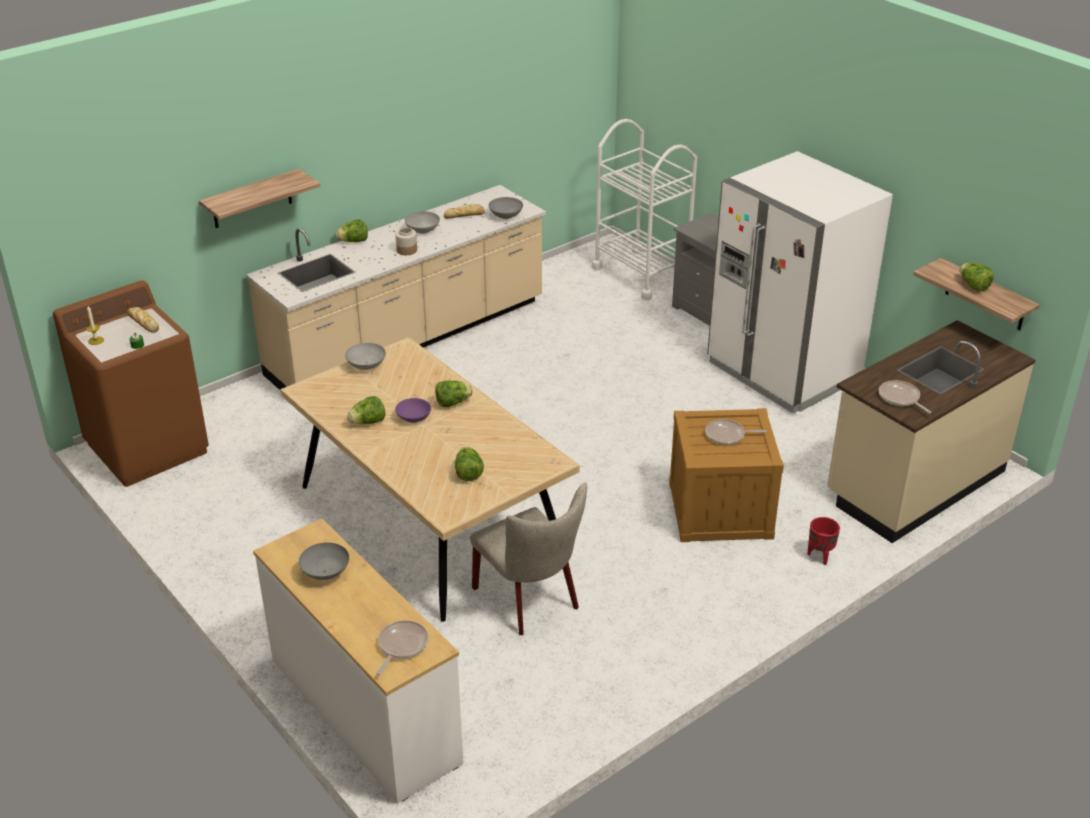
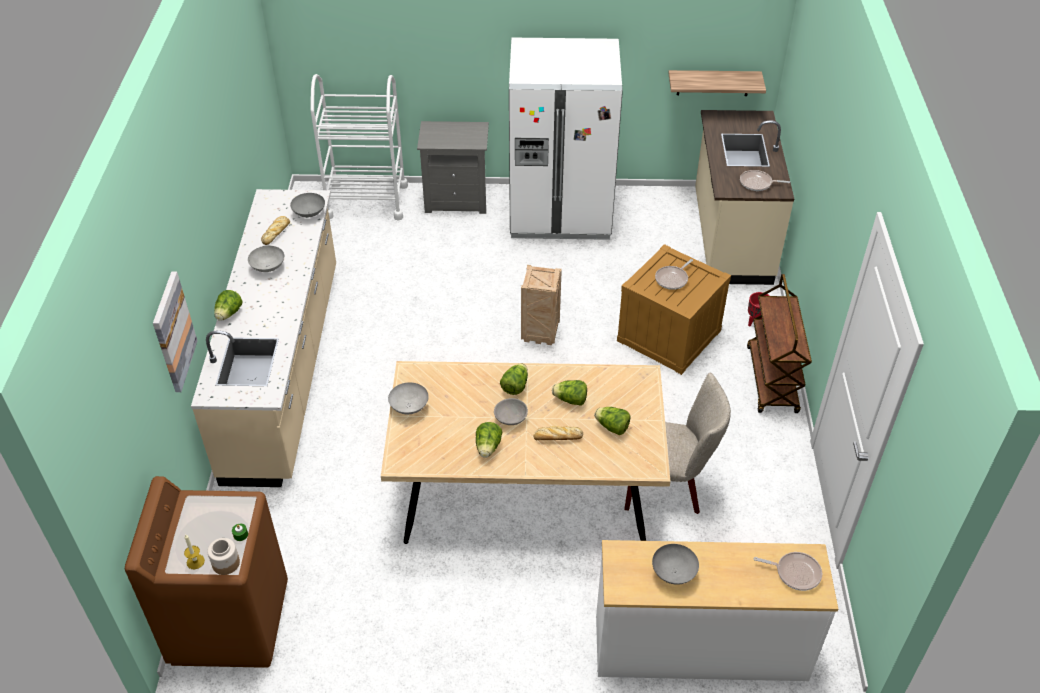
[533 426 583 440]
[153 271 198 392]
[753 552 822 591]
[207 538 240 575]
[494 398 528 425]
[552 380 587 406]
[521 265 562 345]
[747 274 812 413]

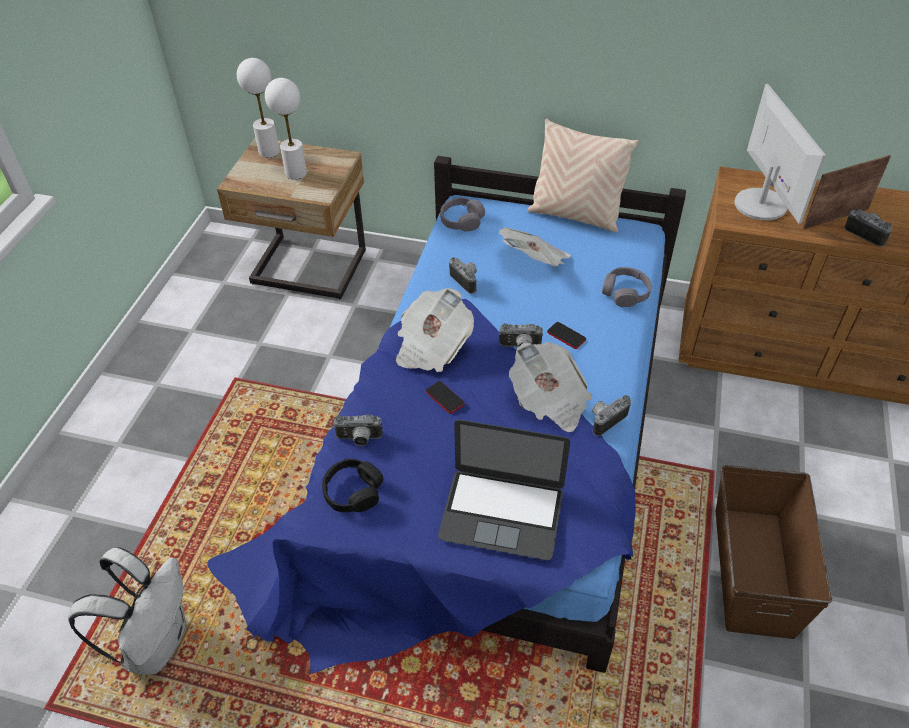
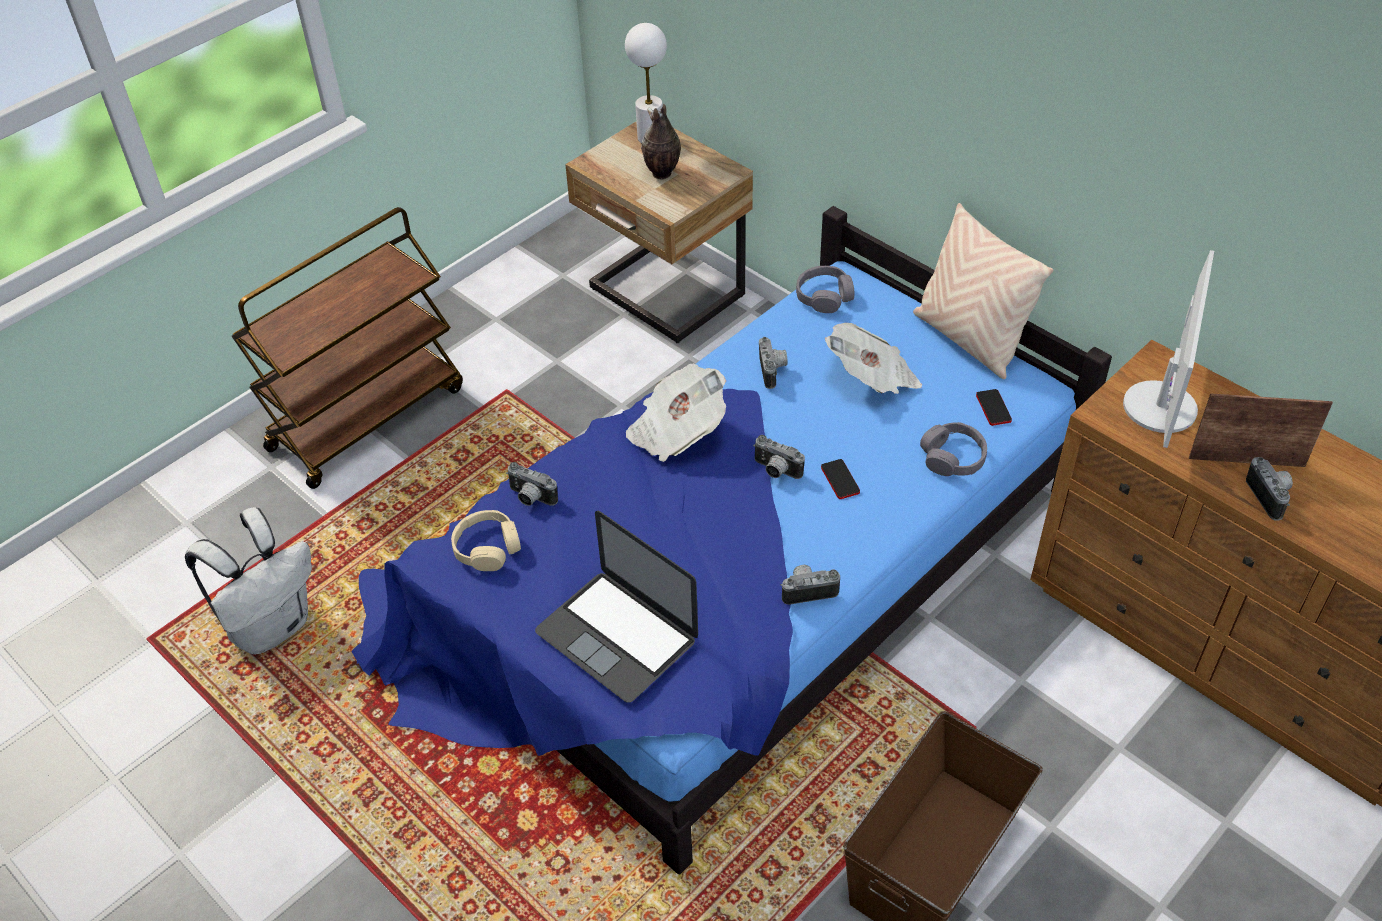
[641 104 681 180]
[451 510 521 571]
[976 389 1012 426]
[509 342 592 432] (first image)
[232 207 463 489]

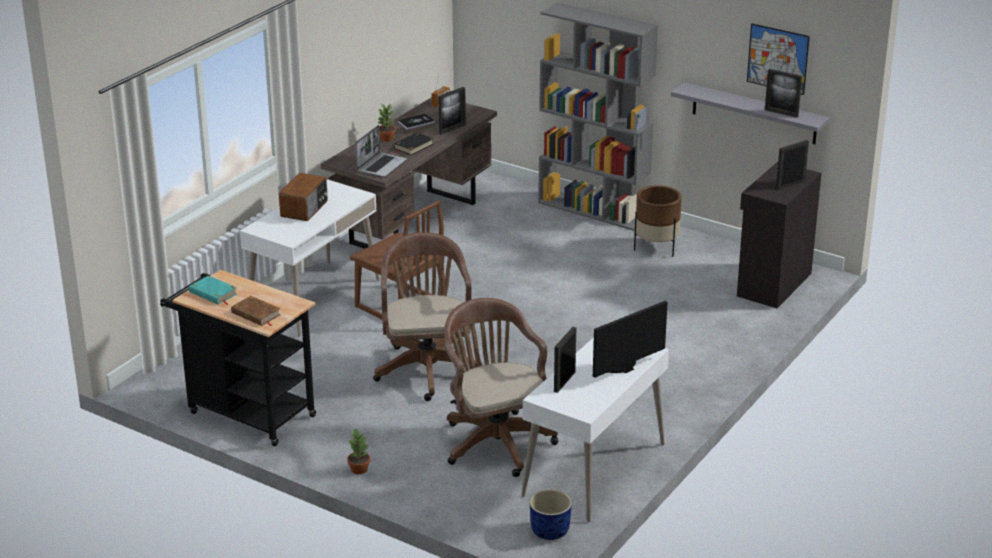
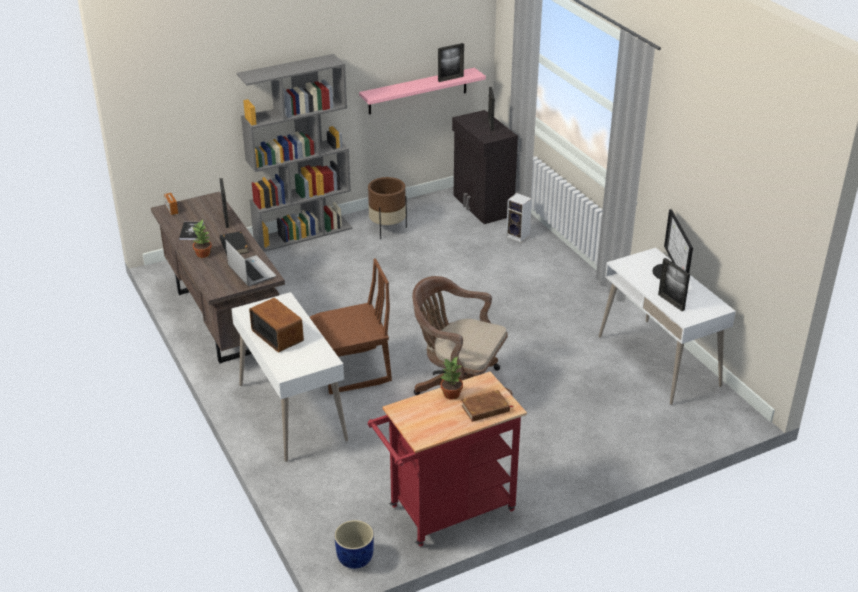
[368 372 527 547]
[189 275 237 305] (first image)
[441 357 463 400]
[444 298 558 477] (first image)
[334 520 374 569]
[359 68 486 115]
[747 24 810 95] (first image)
[506 193 532 242]

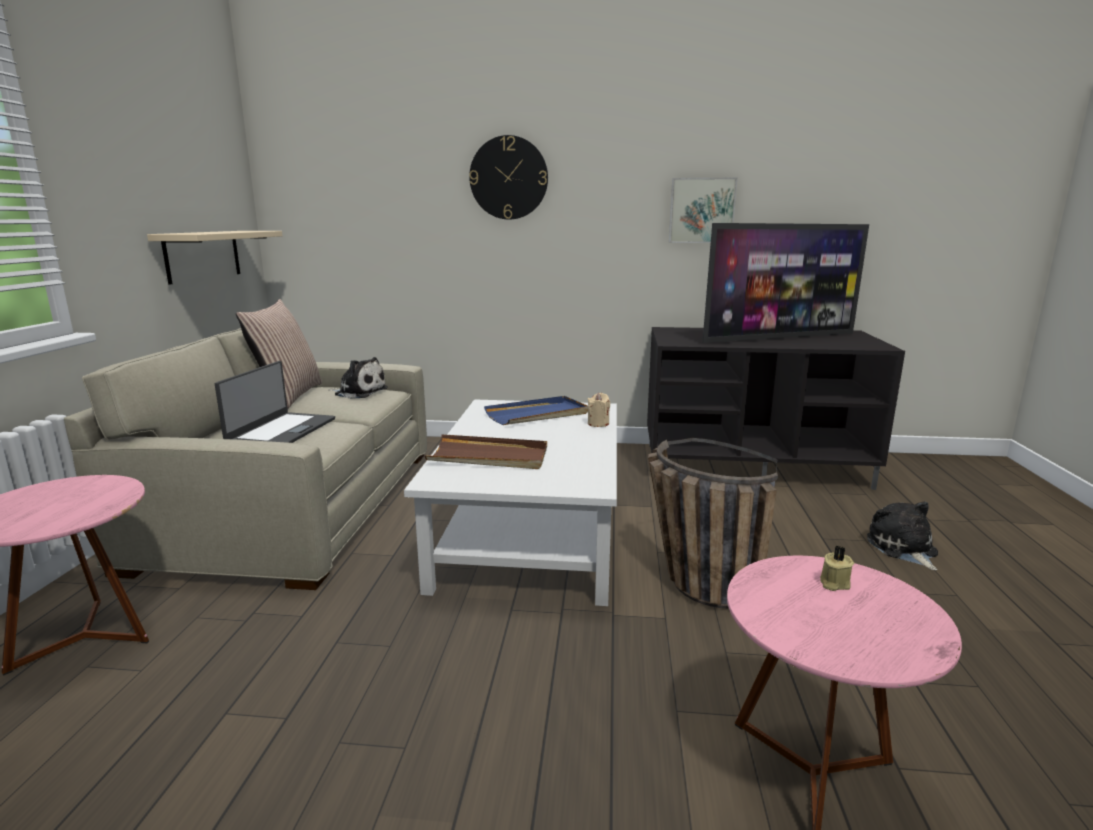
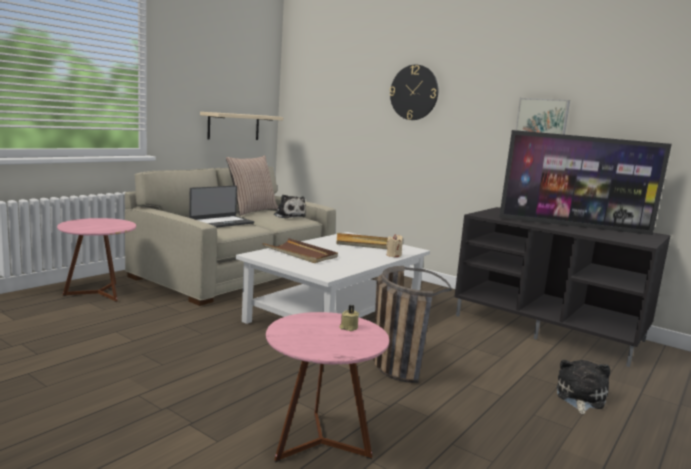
[336 233 388 249]

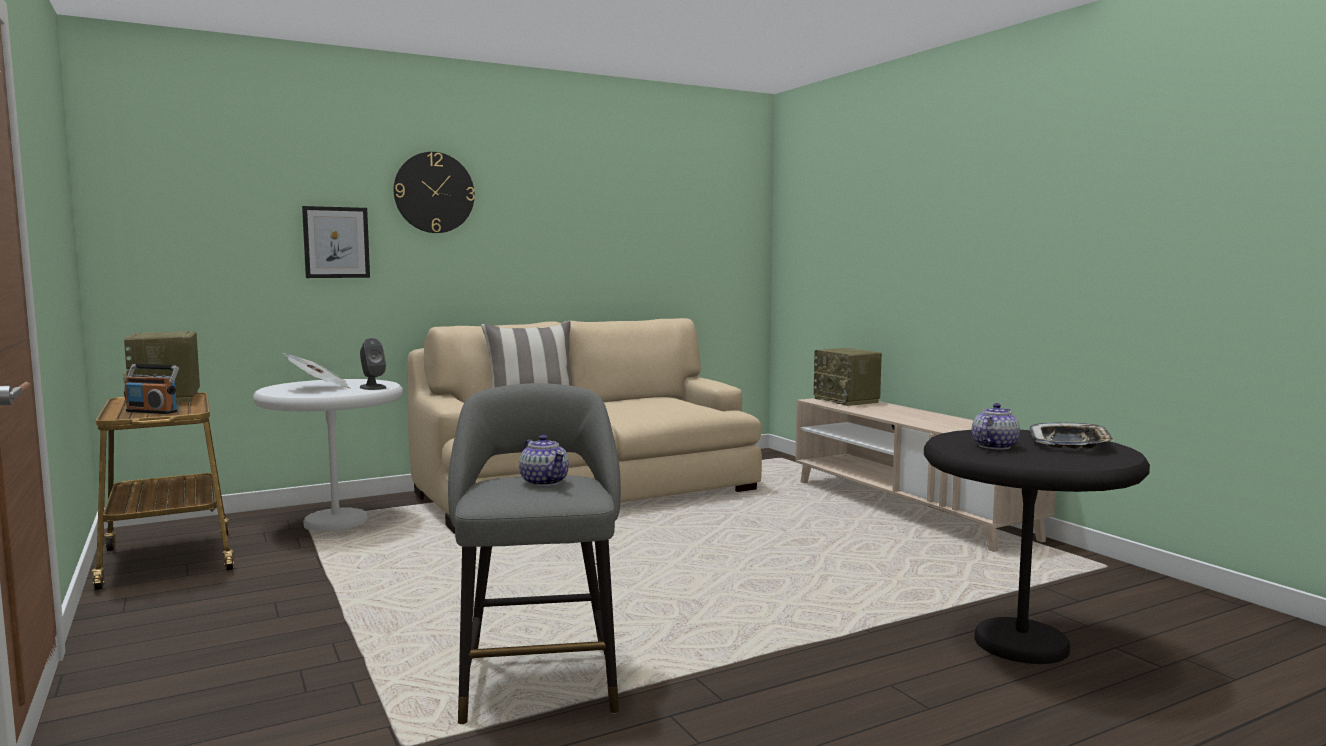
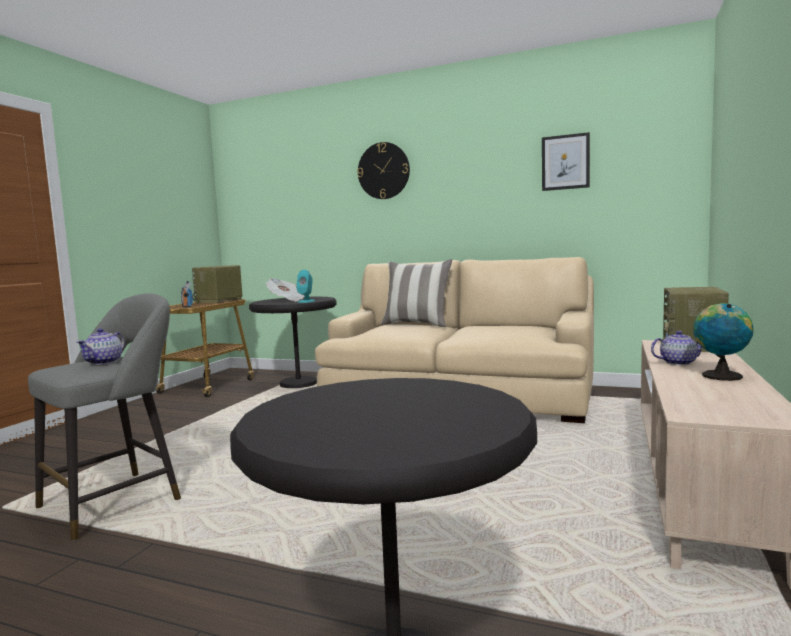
[249 297 337 388]
[542 132 590 191]
[296 270 315 303]
[651 330 702 365]
[1029 422 1114 449] (first image)
[693 303 754 381]

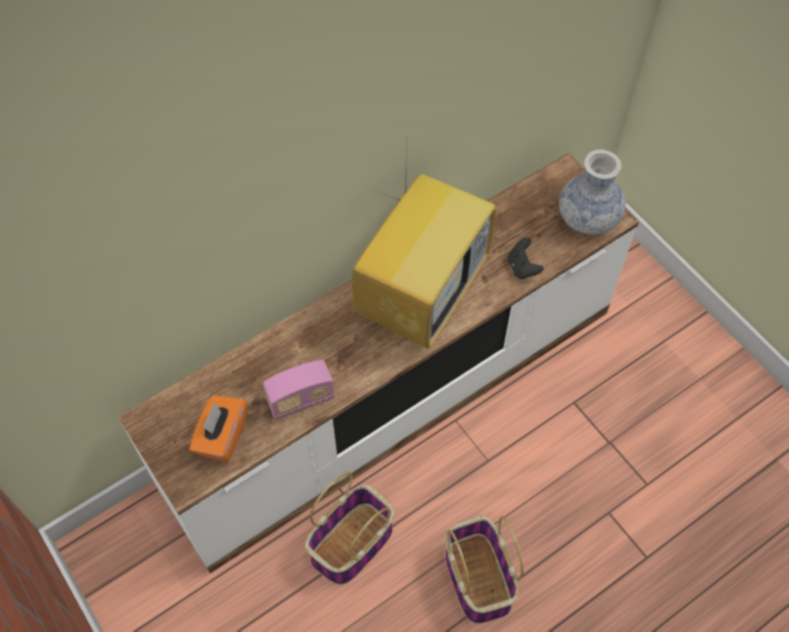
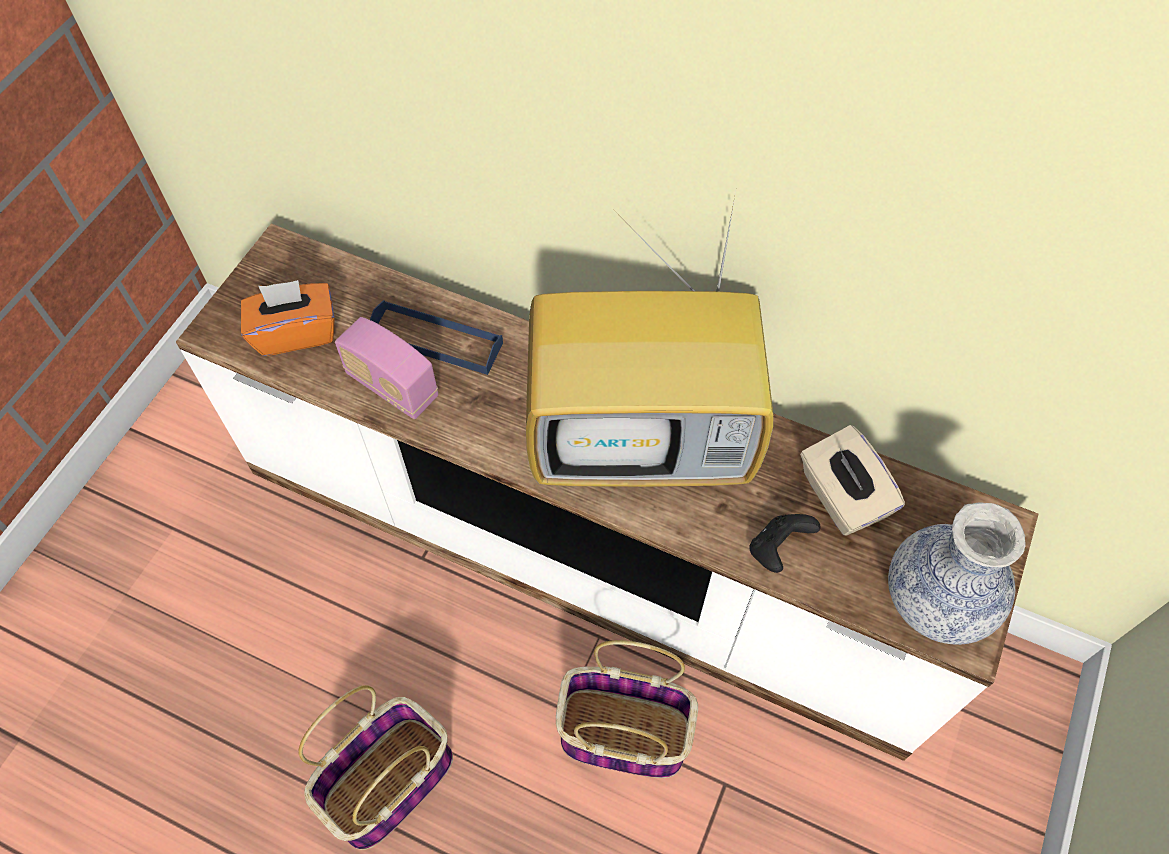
[556 640 698 778]
[370 300 503 375]
[800 425 905 535]

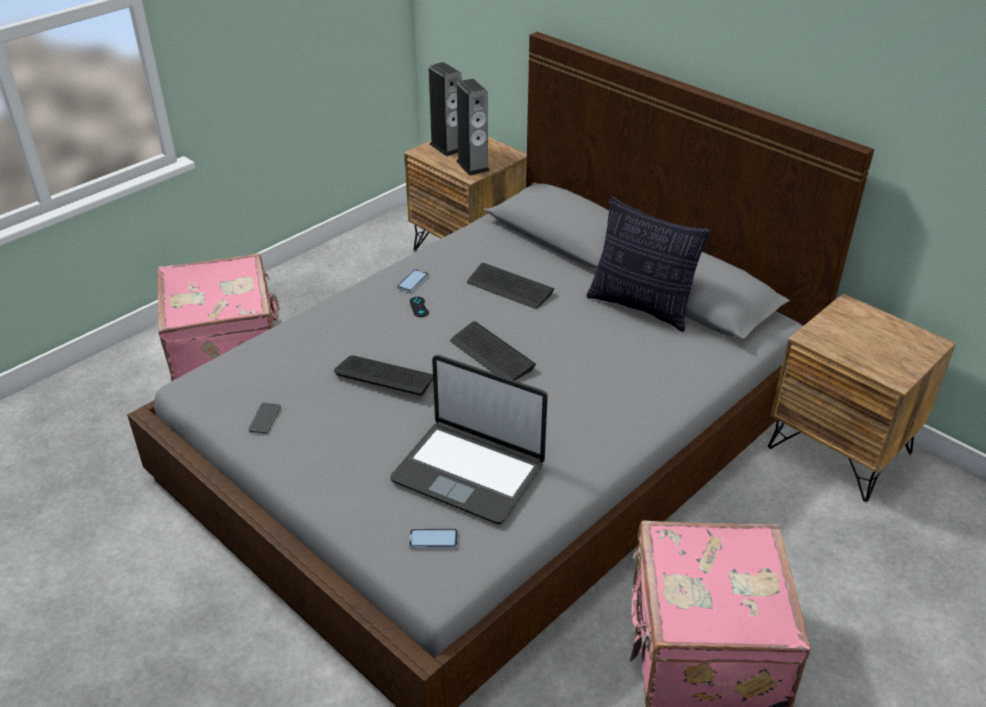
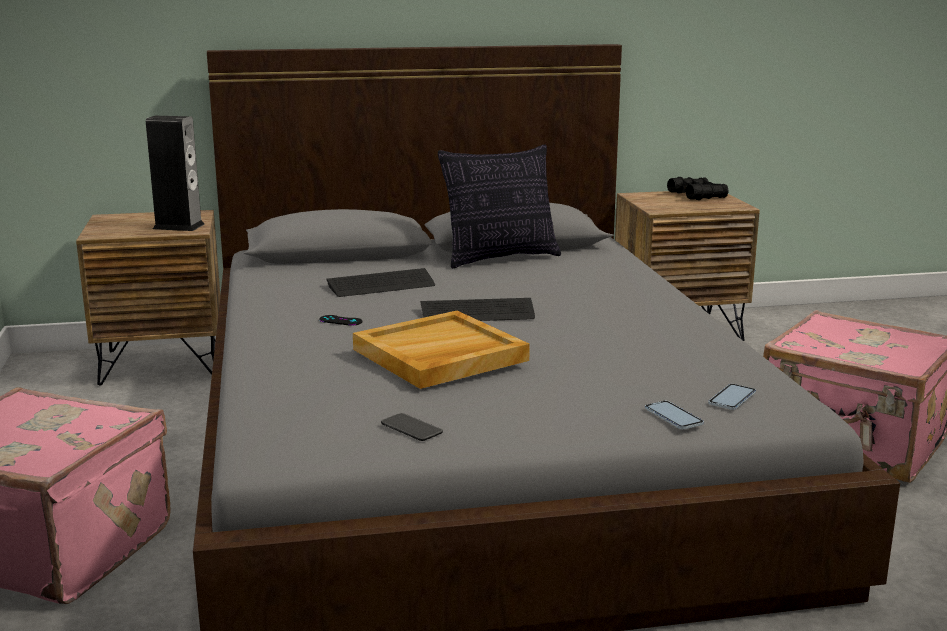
[353 311 530 389]
[390 355 548 524] (first image)
[645 401 704 429]
[429 62 461 156] (first image)
[667 177 729 200]

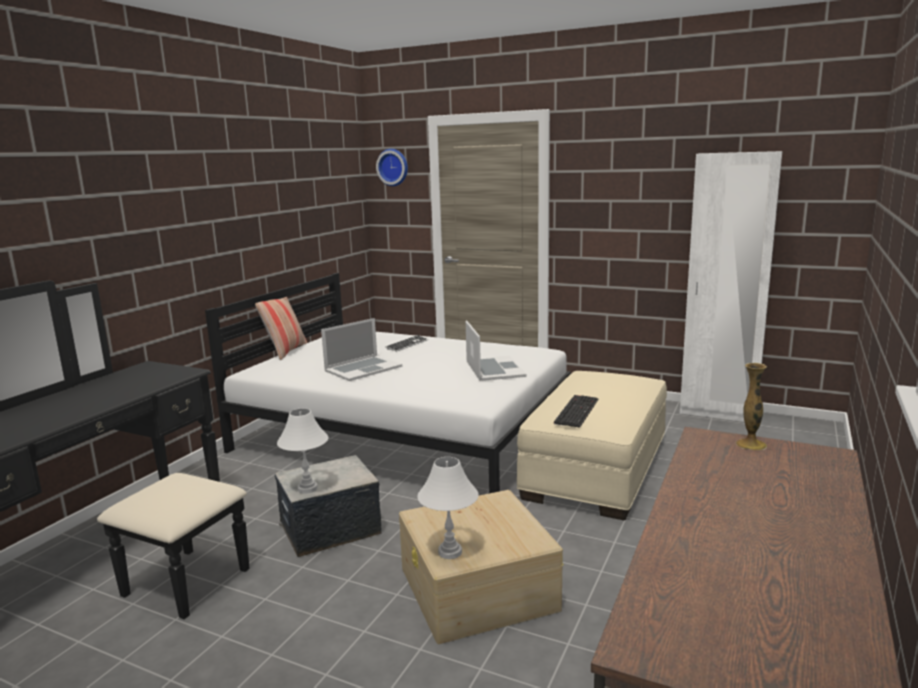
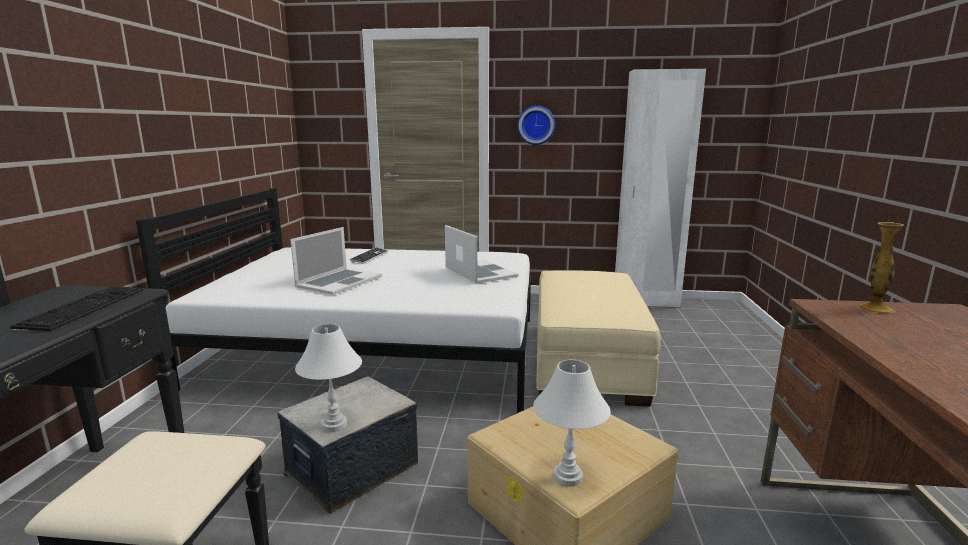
[255 297 307 360] (first image)
[517 106 555 145]
[10 287 143 331]

